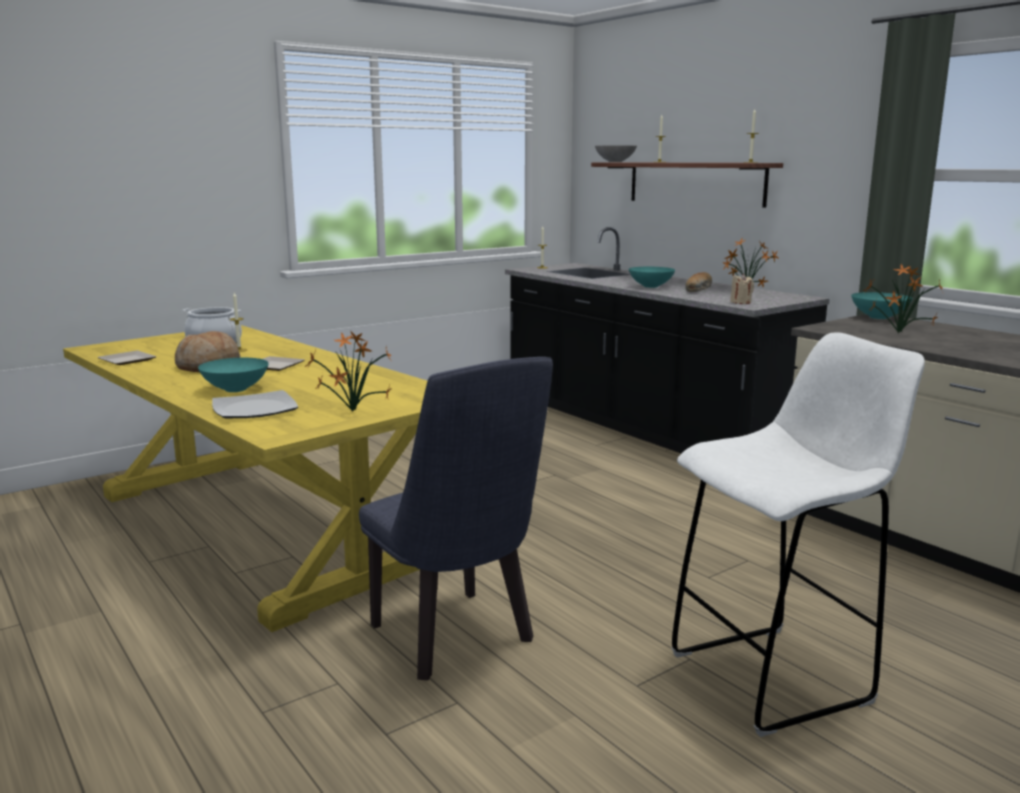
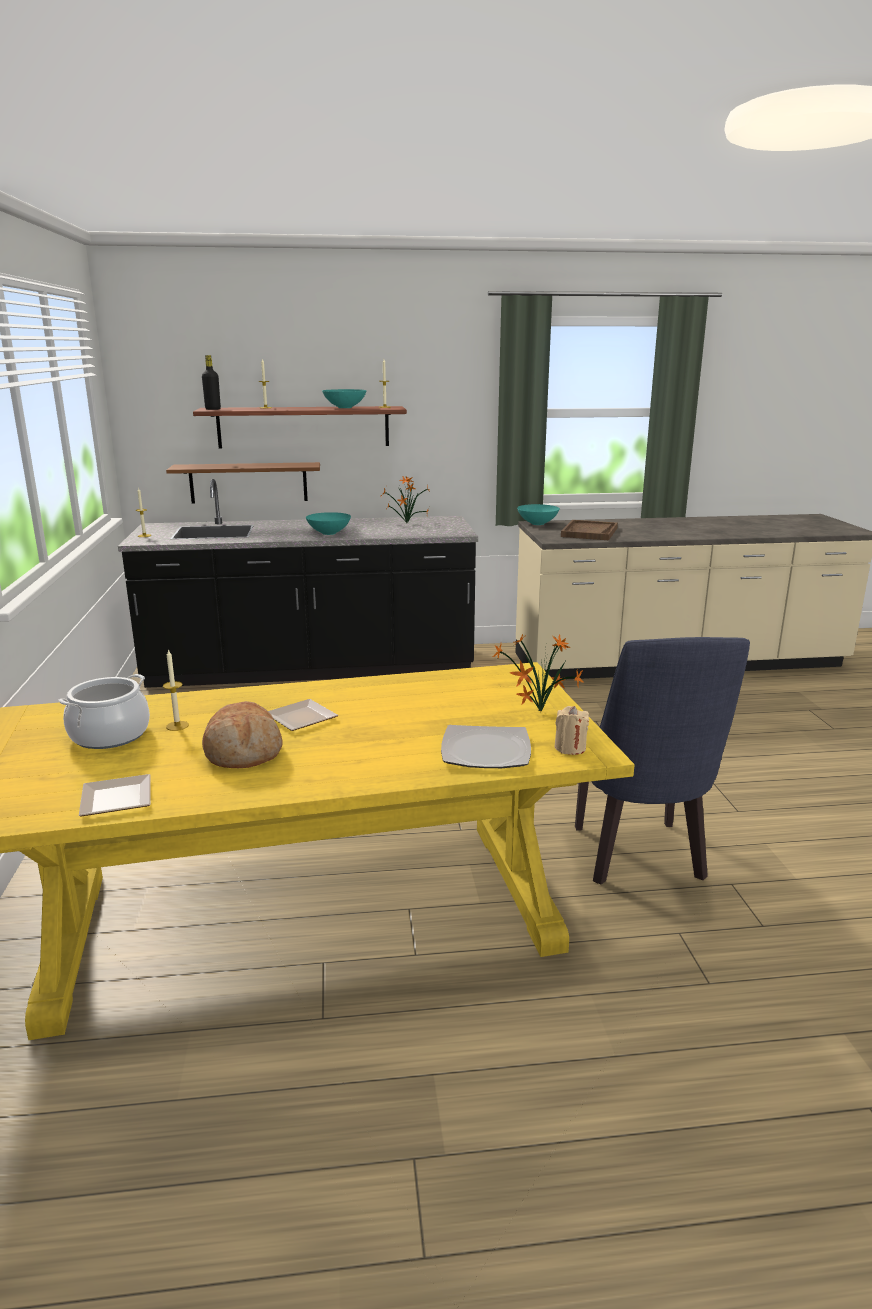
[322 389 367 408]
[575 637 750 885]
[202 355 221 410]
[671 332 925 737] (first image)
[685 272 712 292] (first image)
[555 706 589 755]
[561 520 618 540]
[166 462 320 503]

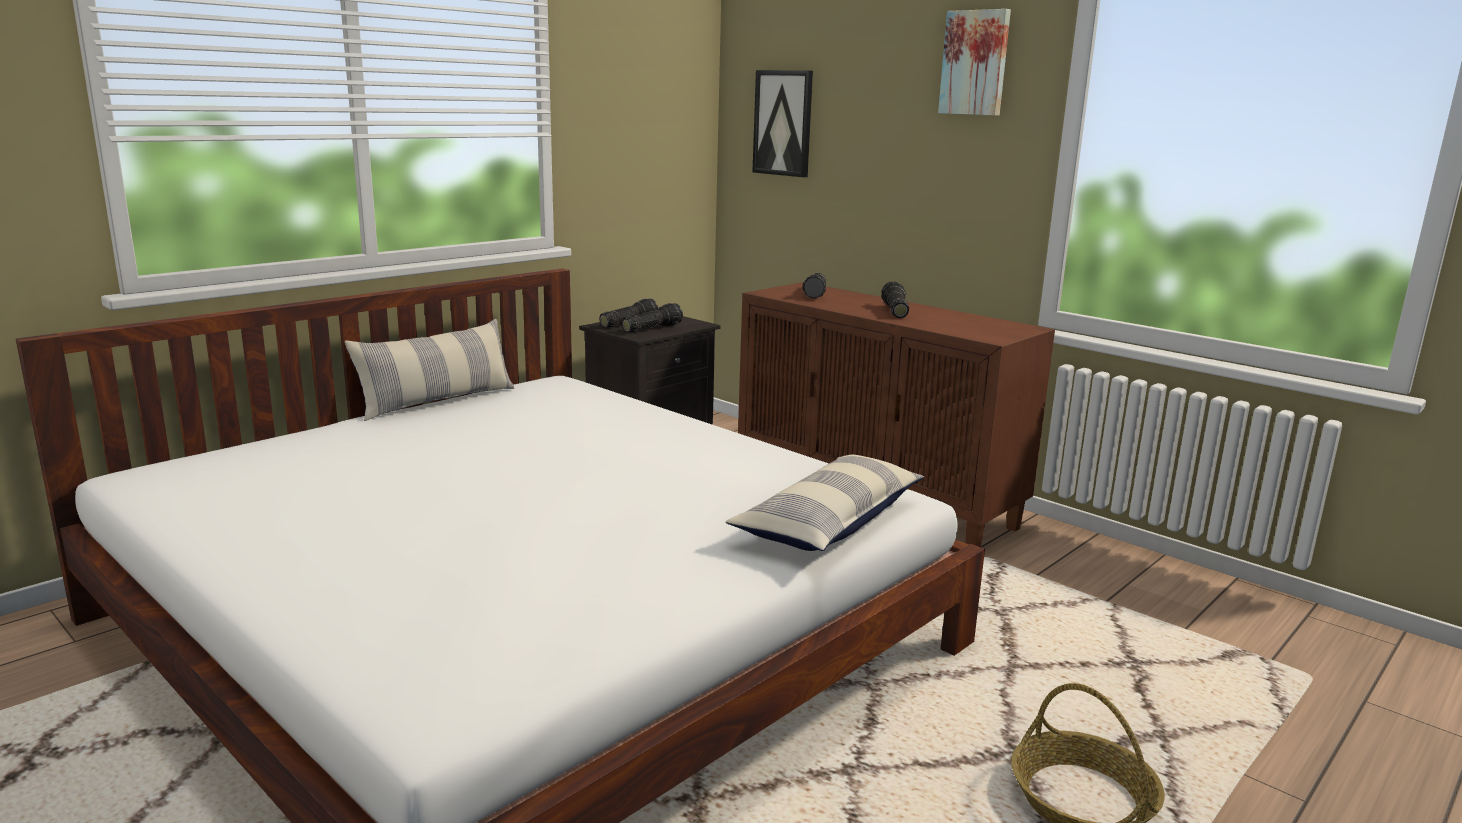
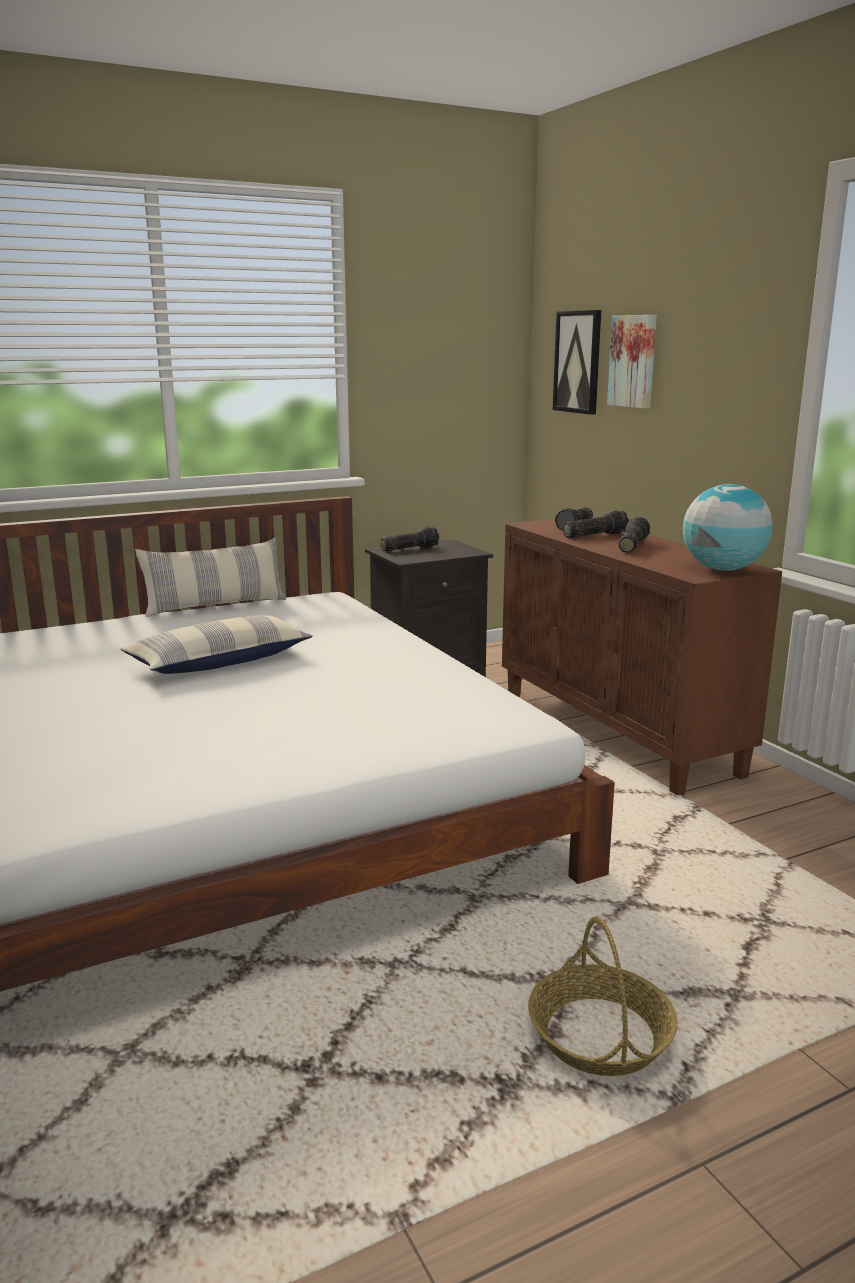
[563 510 629 538]
[121 615 313 674]
[607 315 657 409]
[683 484 773 571]

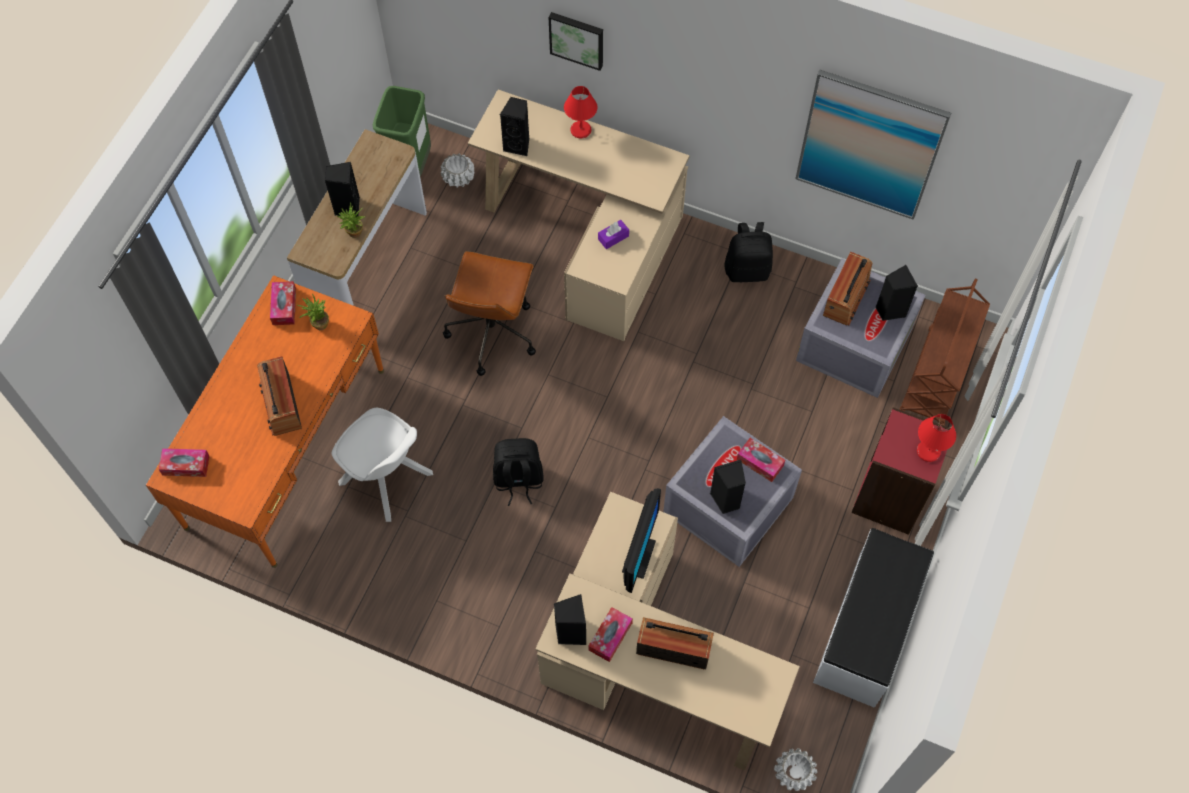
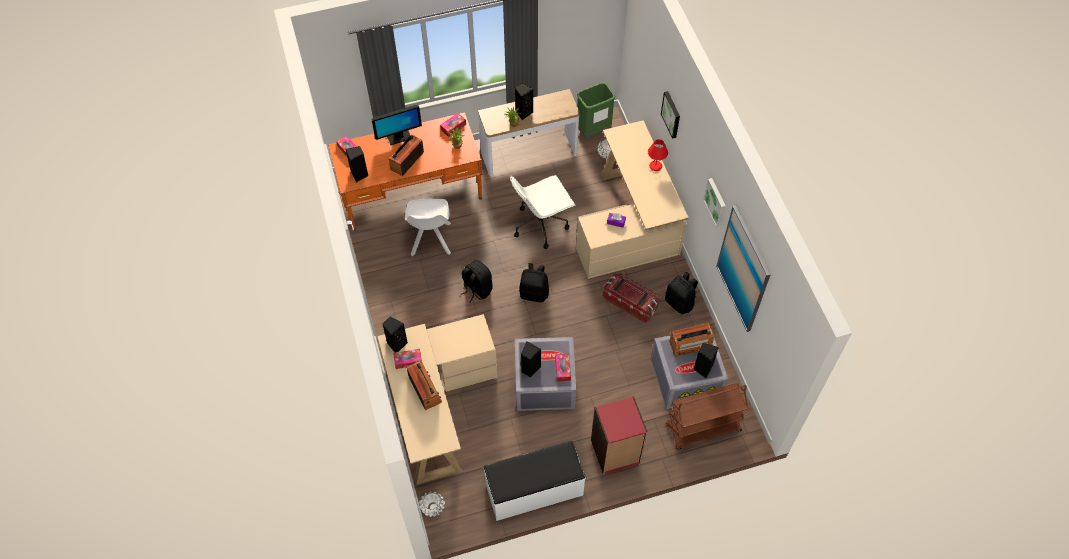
[510 175 575 249]
[346 146 368 182]
[372 105 422 145]
[917 414 956 462] (first image)
[519 263 549 303]
[603 273 659 322]
[703 178 726 227]

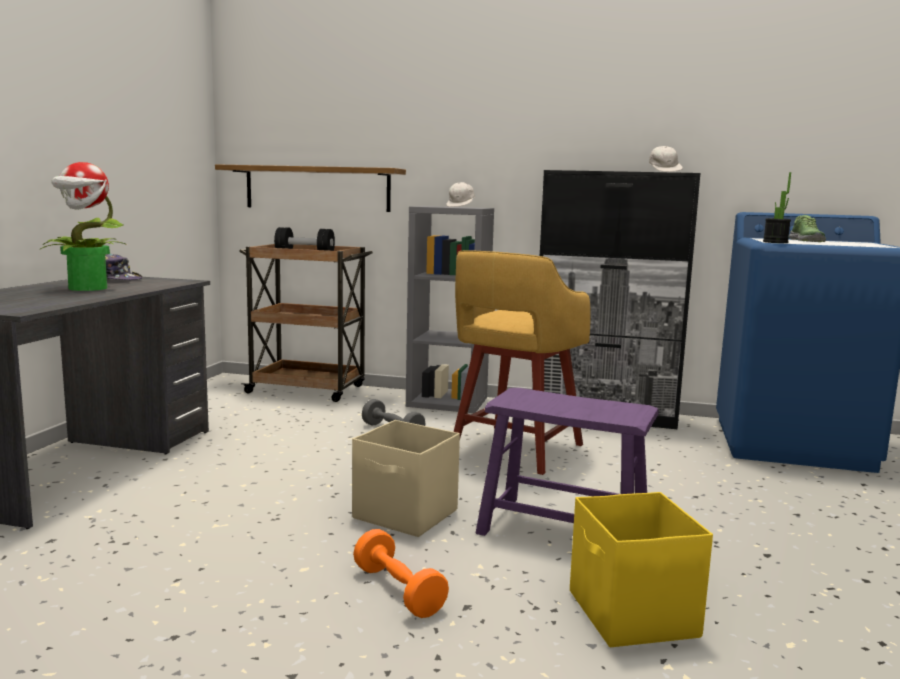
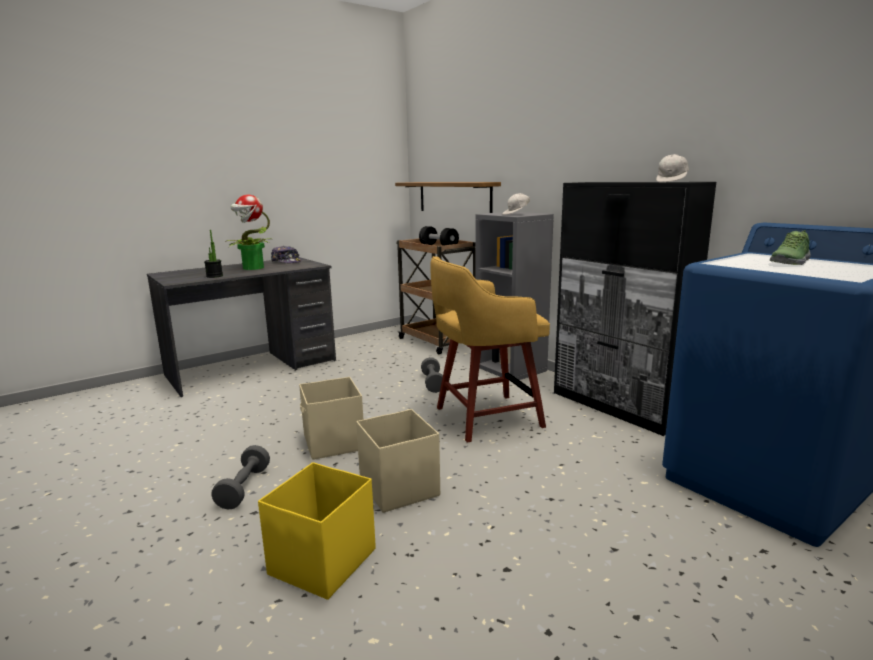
[211 445 270 510]
[356 409 440 513]
[204 230 223 278]

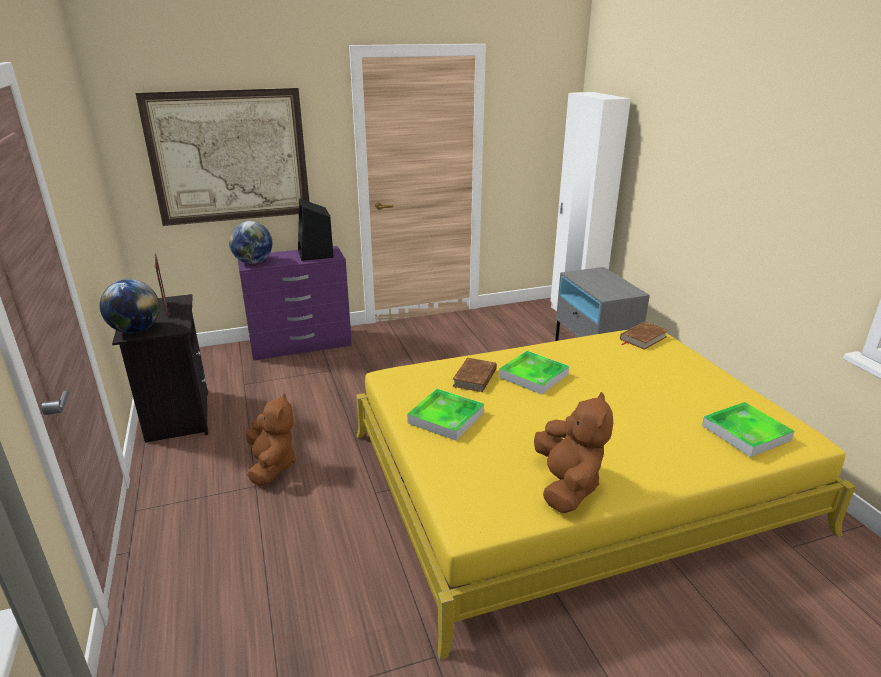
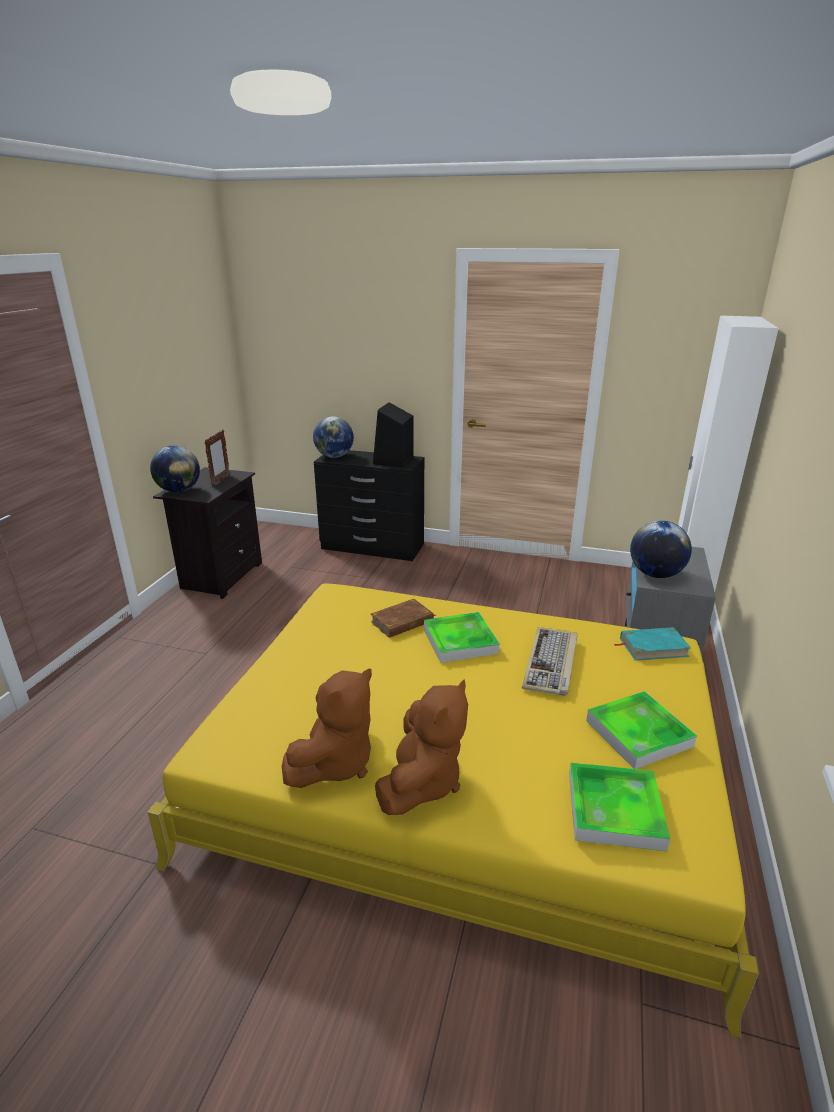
[135 88 309 226] (first image)
[314 450 424 561]
[375 680 468 815]
[586 691 697 769]
[614 627 691 661]
[522 627 578 696]
[630 521 692 578]

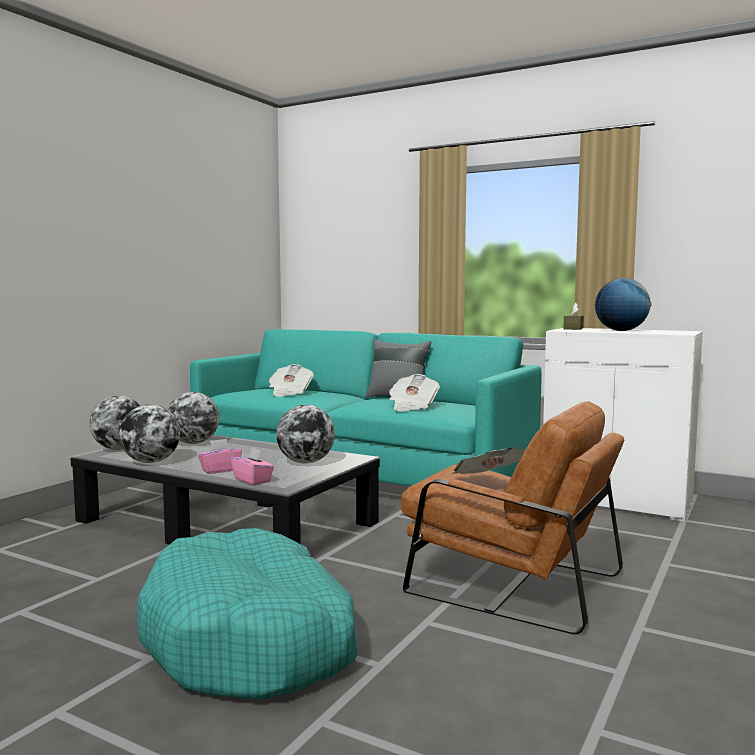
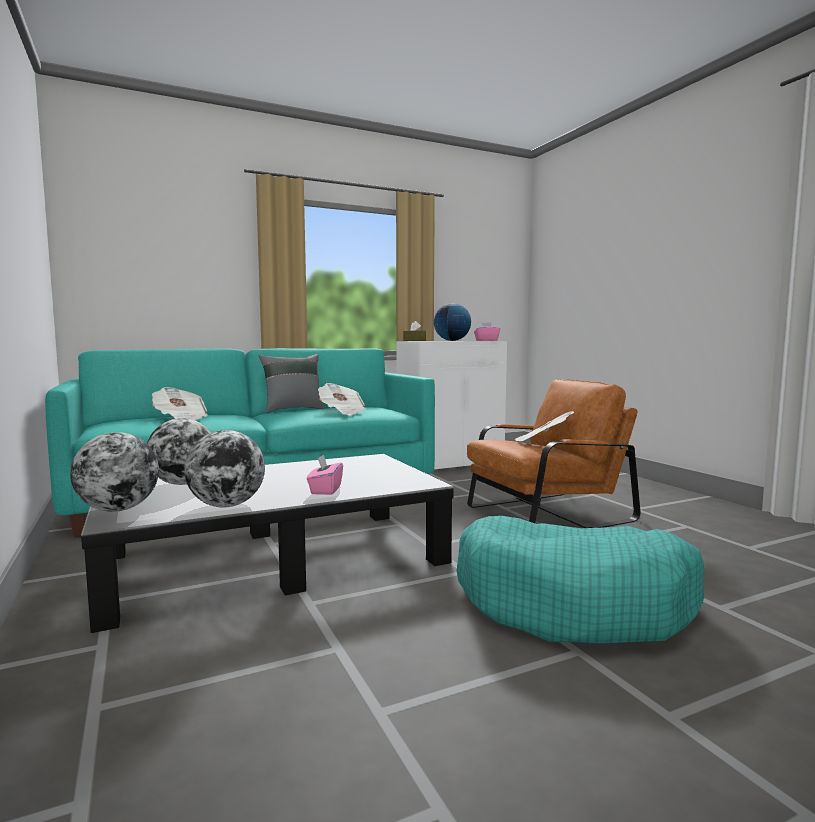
[474 322 500 341]
[276 405 335 463] (first image)

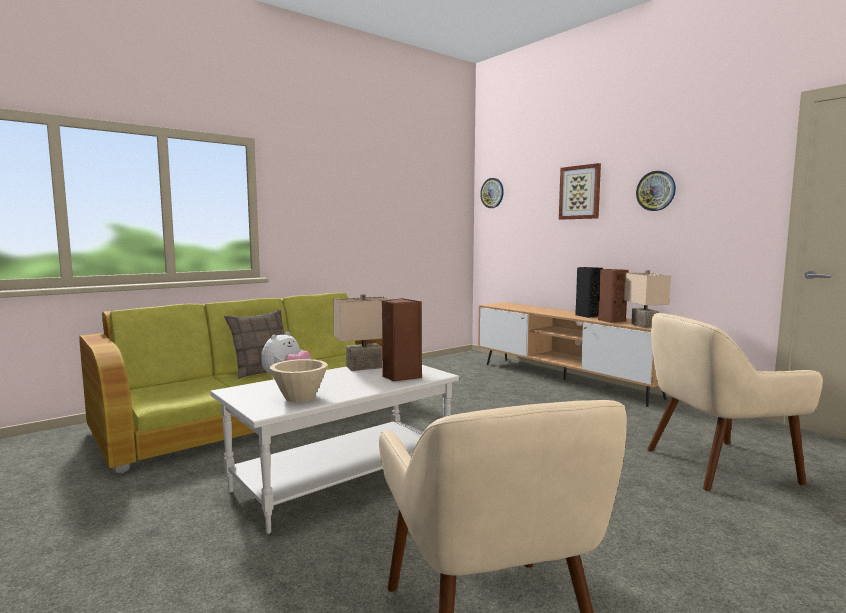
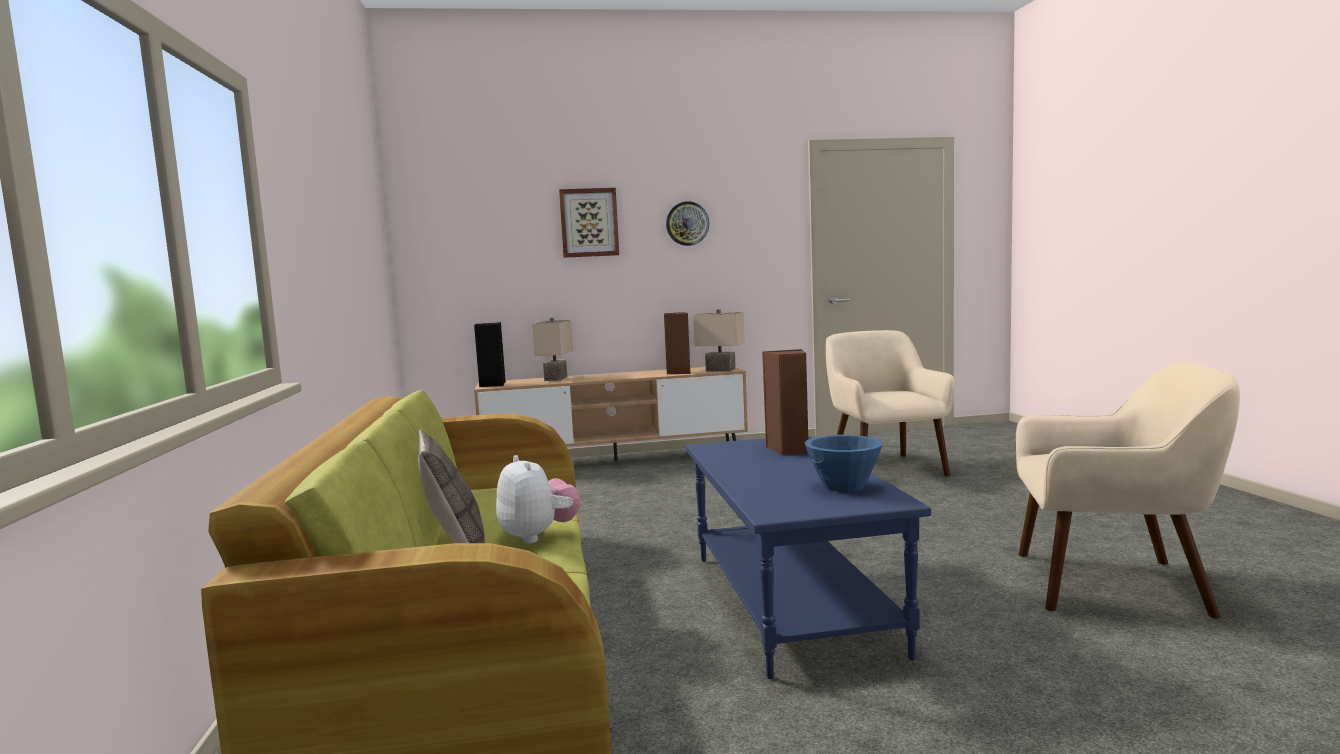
[686 436 931 679]
[805 435 883 492]
[532 317 573 381]
[480 178 504 208] (first image)
[474 322 506 387]
[826 330 955 477]

